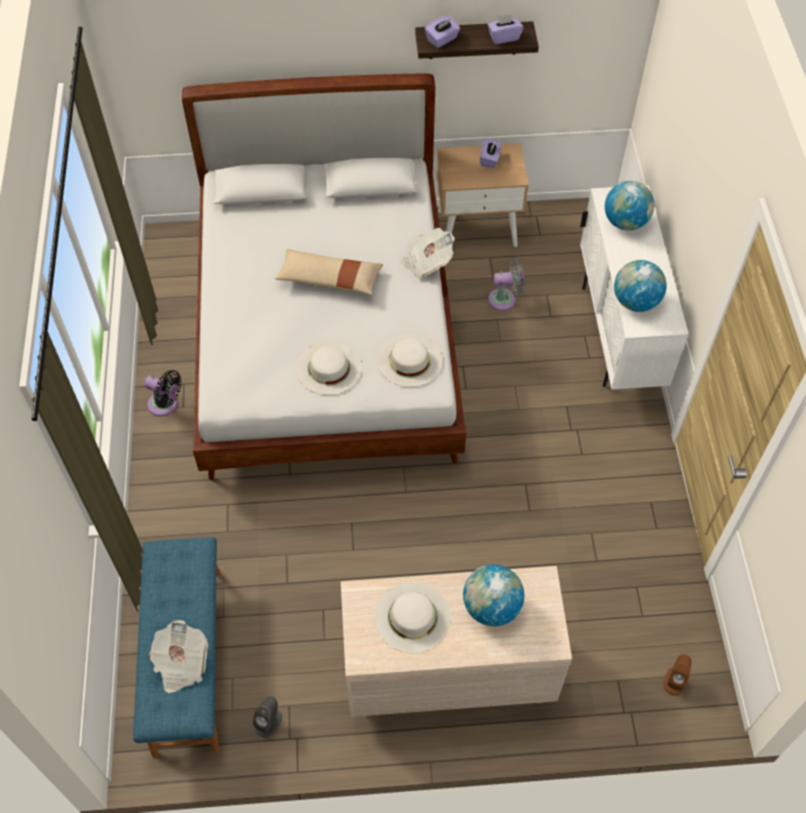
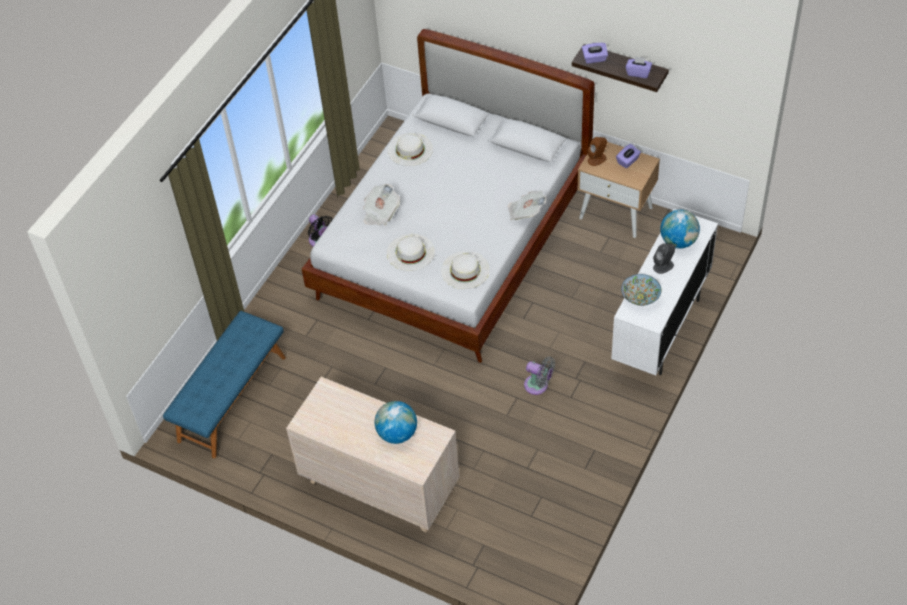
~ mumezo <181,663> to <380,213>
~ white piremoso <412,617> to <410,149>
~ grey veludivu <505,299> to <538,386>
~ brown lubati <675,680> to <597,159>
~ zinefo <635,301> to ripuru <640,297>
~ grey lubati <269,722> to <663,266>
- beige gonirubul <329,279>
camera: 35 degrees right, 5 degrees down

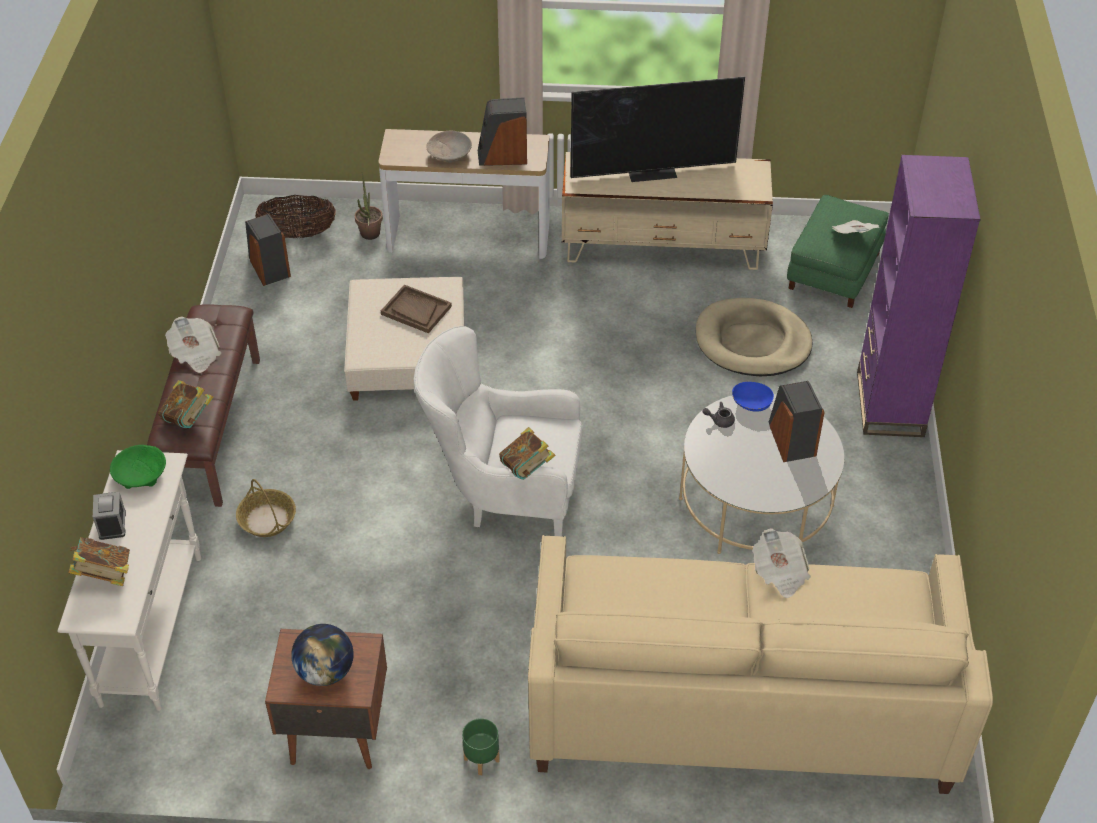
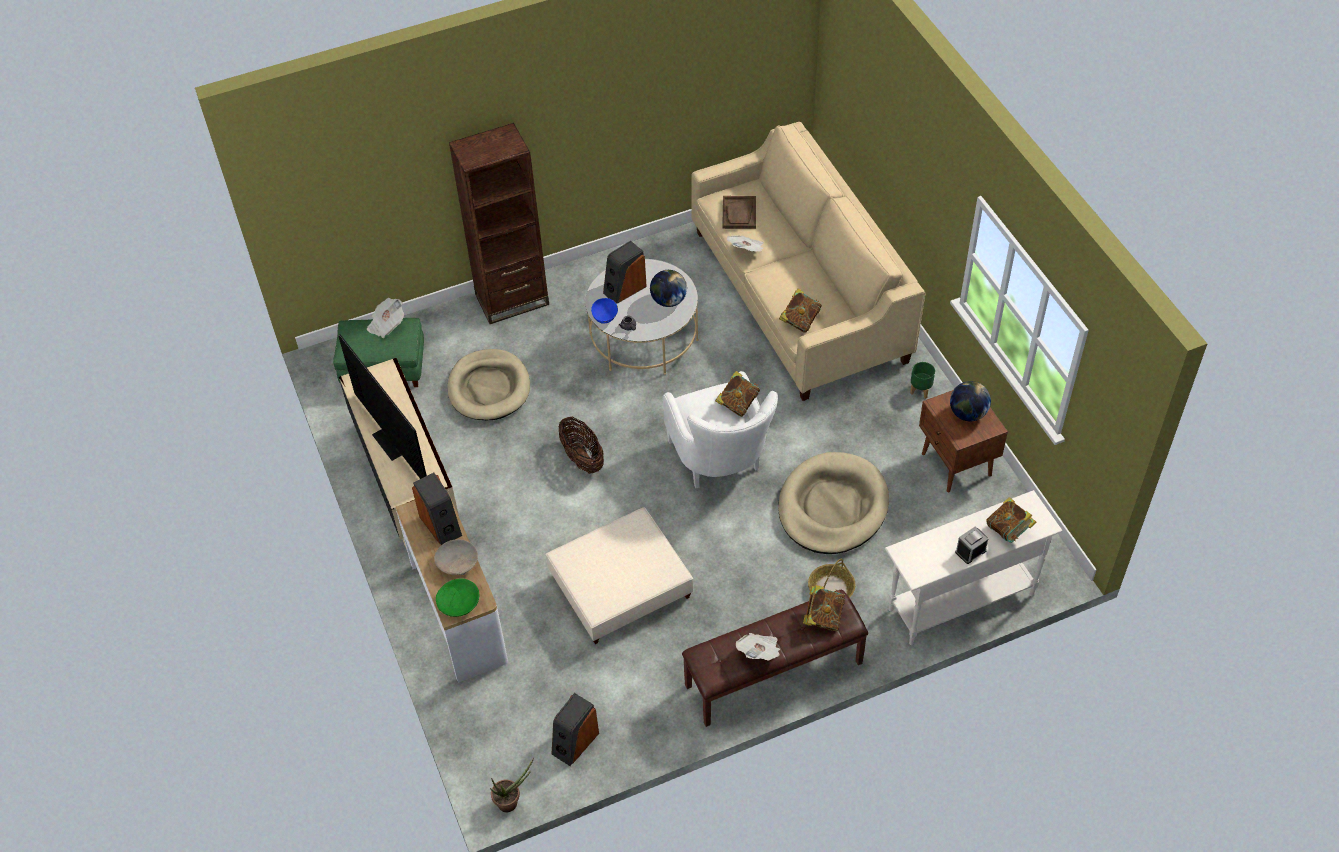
~ green ripuru <140,475> to <459,603>
~ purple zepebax <889,404> to brown zepebax <512,300>
~ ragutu <369,236> to <512,801>
~ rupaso <298,234> to <582,458>
+ zinefo <668,301>
~ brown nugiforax <416,310> to <739,213>
+ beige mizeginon <832,507>
+ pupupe <800,320>
camera: 115 degrees left, 5 degrees up

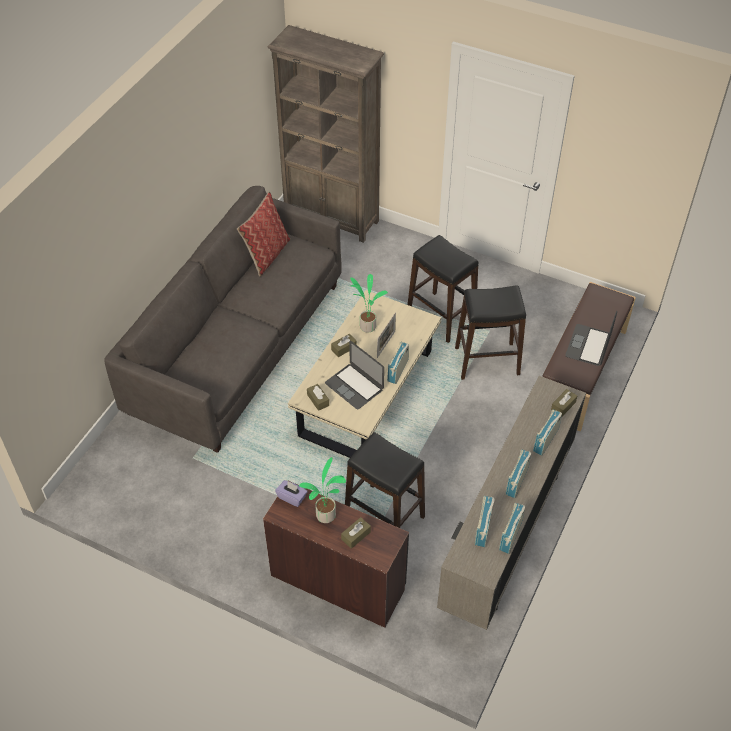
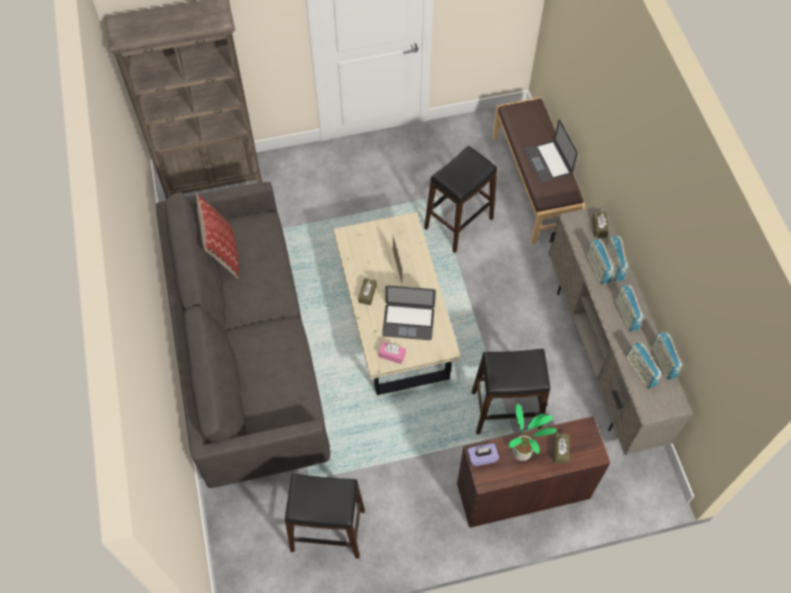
~ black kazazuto <441,317> to <328,530>
~ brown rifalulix <318,400> to pink rifalulix <392,355>
~ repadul <398,370> to <597,268>
- ragutu <367,326>
camera: 40 degrees left, 10 degrees up

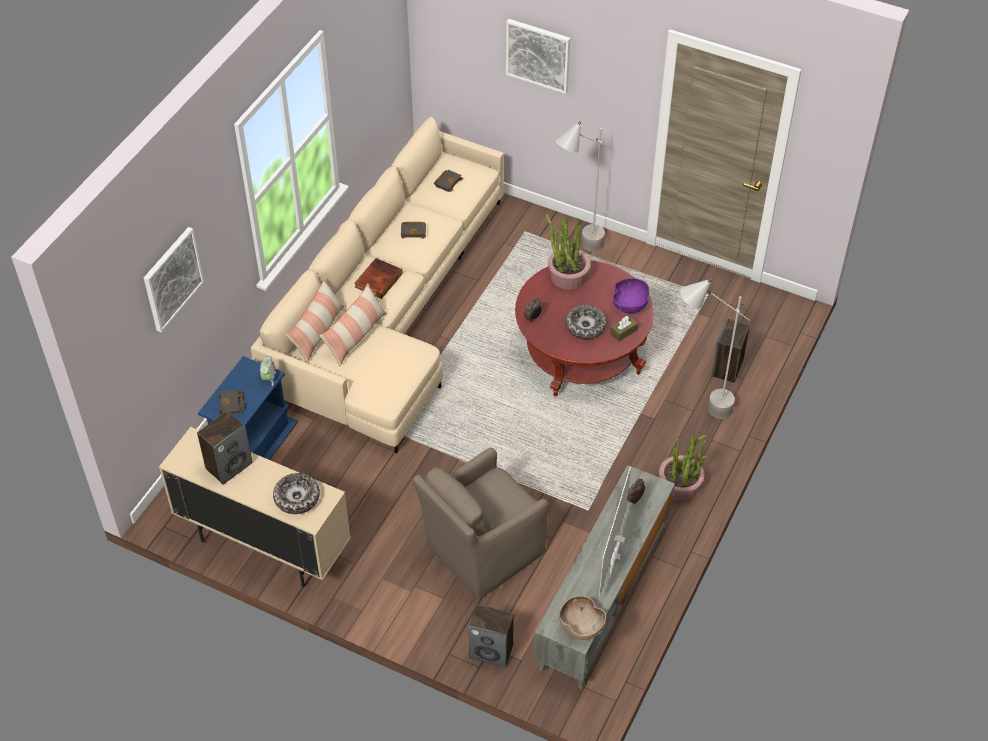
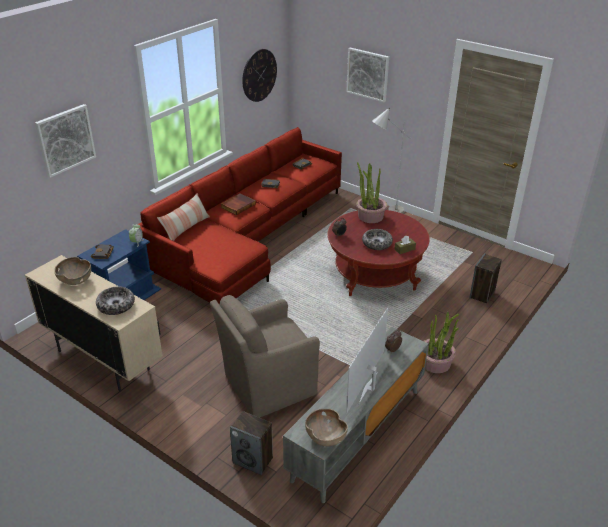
~ lubati <229,465> to brown ripuru <76,280>
~ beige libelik <389,312> to red libelik <247,238>
+ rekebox <259,75>
- gonirubul <355,336>
- purple ripuru <630,304>
- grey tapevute <699,410>
camera: 10 degrees right, 15 degrees down

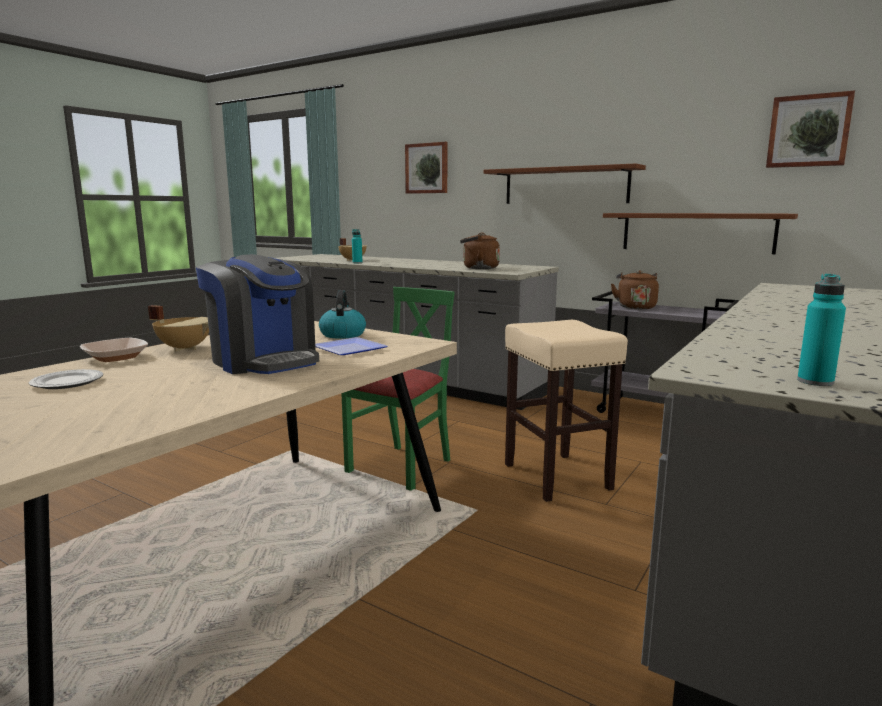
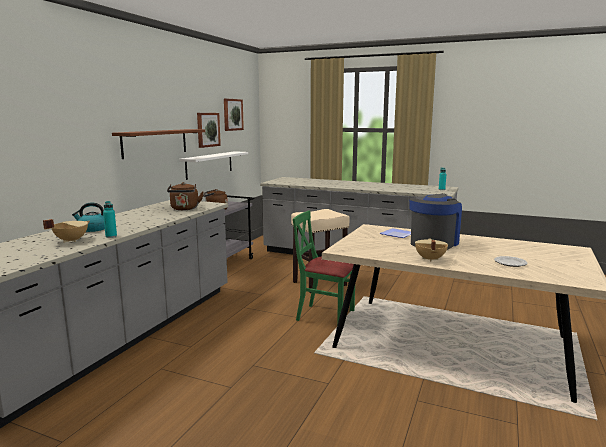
~ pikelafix <342,334> to <93,229>
~ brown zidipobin <696,232> to white zidipobin <209,164>
~ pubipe <427,168> to <207,129>
- ripuru <115,357>
camera: 100 degrees left, 0 degrees up

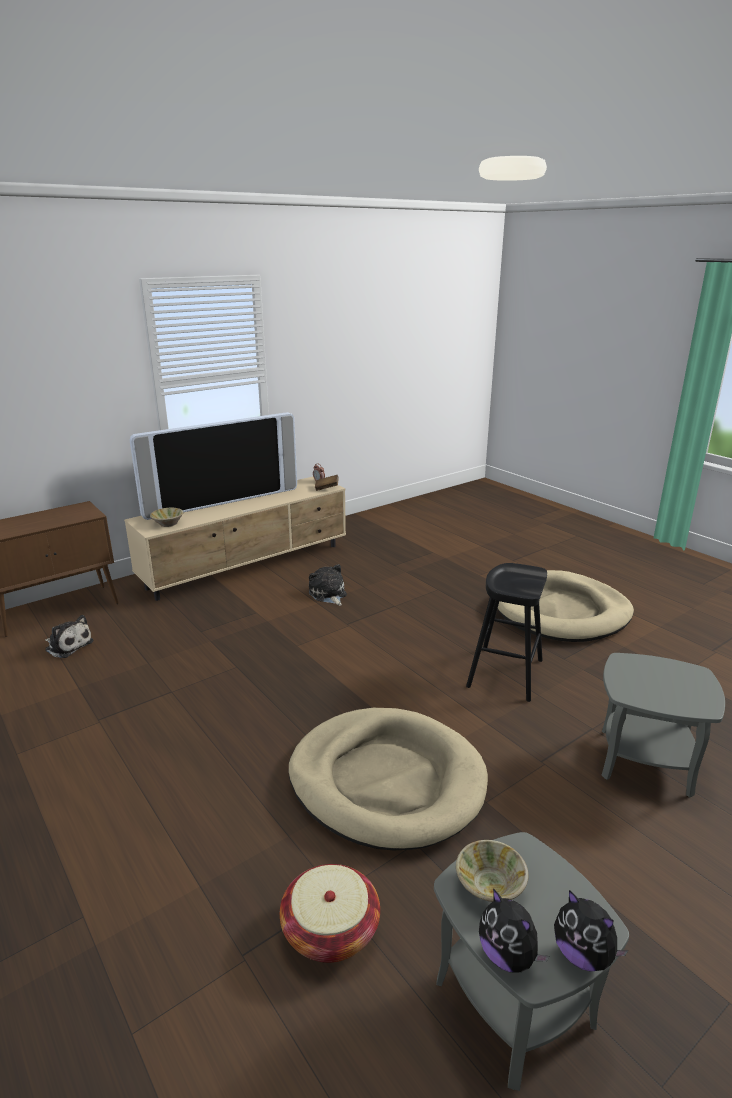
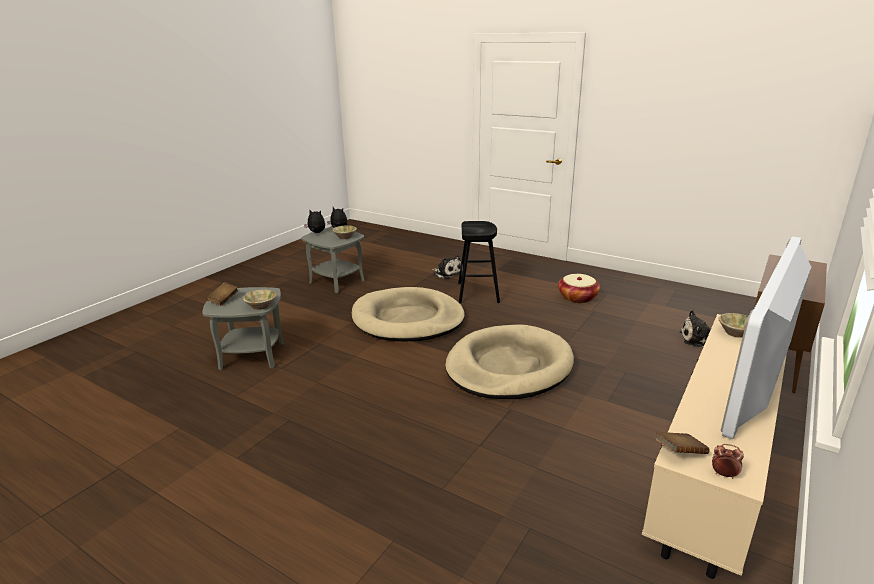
+ brown pupupe <223,300>
+ beige ripuru <261,306>
~ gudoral <328,594> to <447,273>
~ beige mizeginon <561,612> to <508,367>
~ black kazazuto <505,673> to <478,292>
~ rupaso <330,930> to <577,298>
camera: 160 degrees right, 0 degrees up

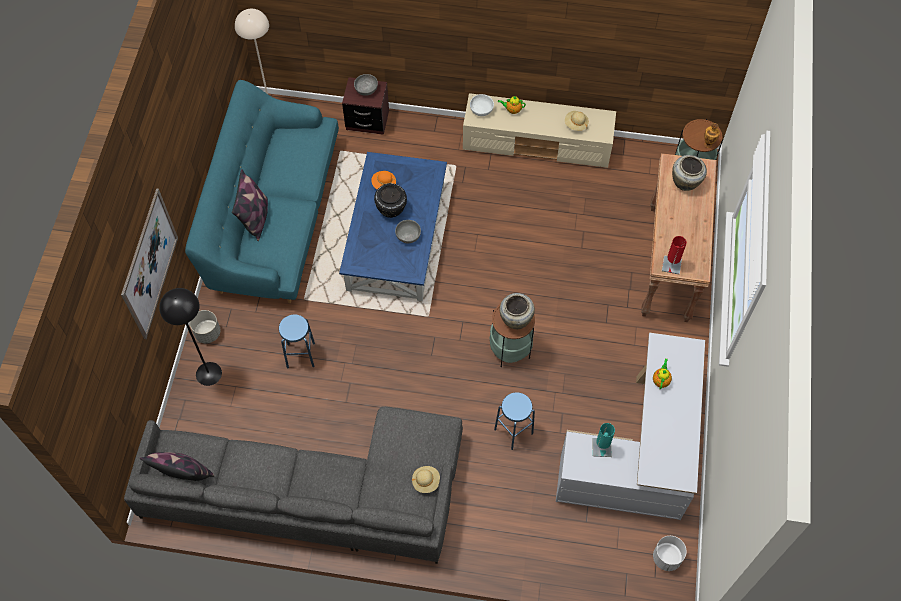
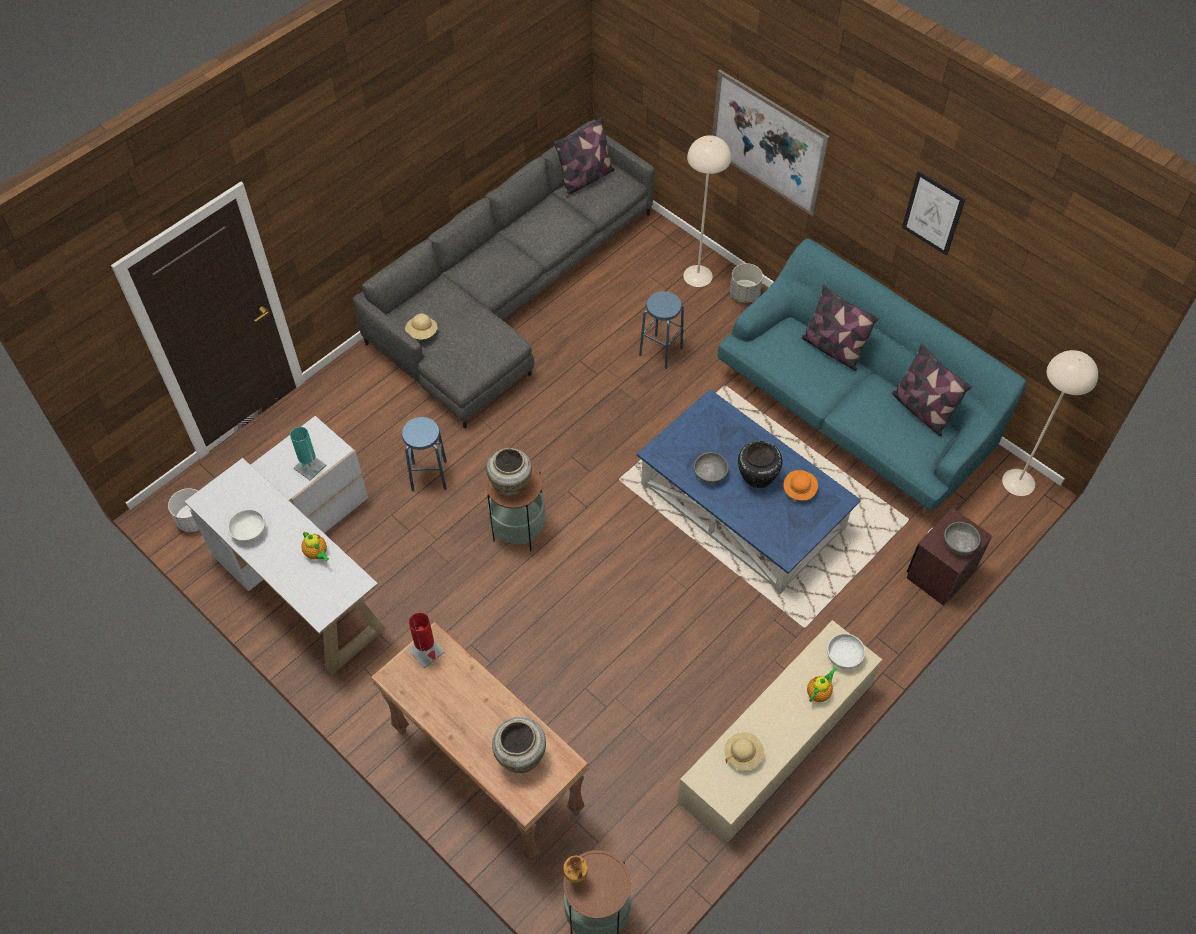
+ white ripuru <249,531>
~ black tapevute <208,373> to beige tapevute <698,276>
+ gonirubul <922,410>
+ pubipe <933,213>
camera: 125 degrees right, 5 degrees down

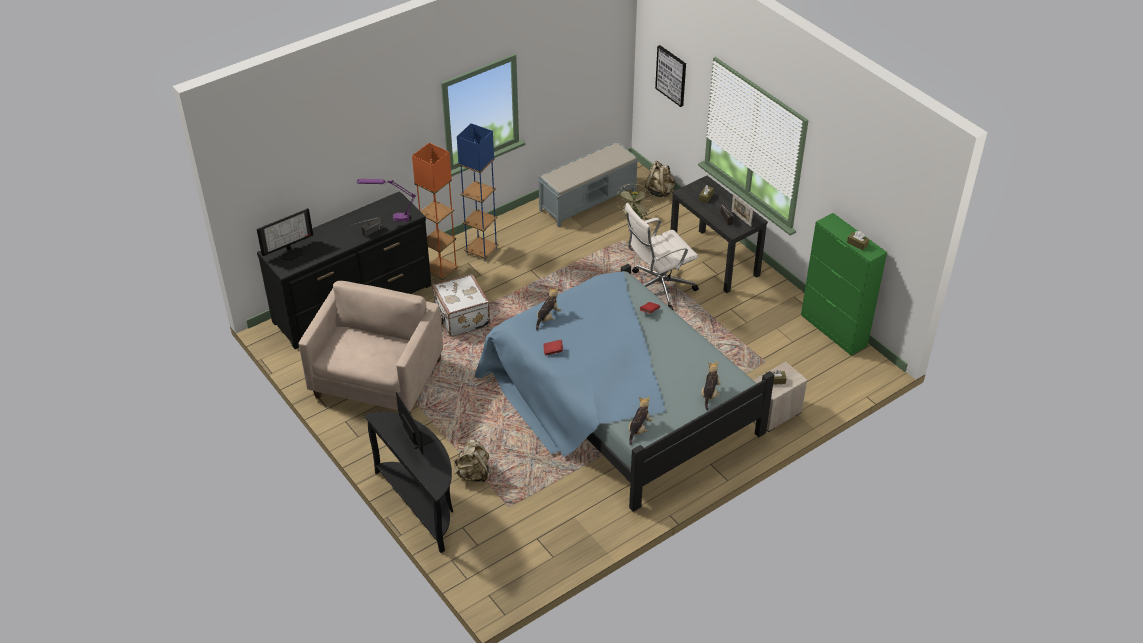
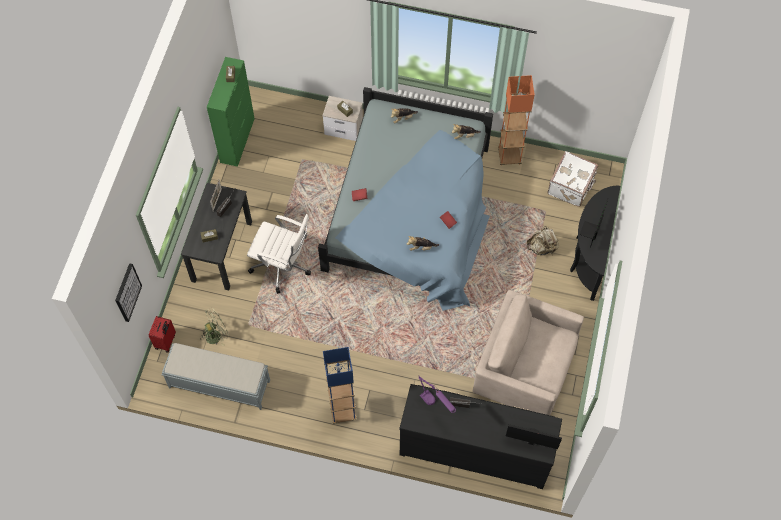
~ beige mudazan <659,191> to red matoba <166,341>
~ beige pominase <377,378> = <524,368> 45 degrees clockwise
~ orange tapevute <441,271> to <509,156>
~ white matoba <461,318> to <571,186>
camera: 130 degrees left, 20 degrees up

